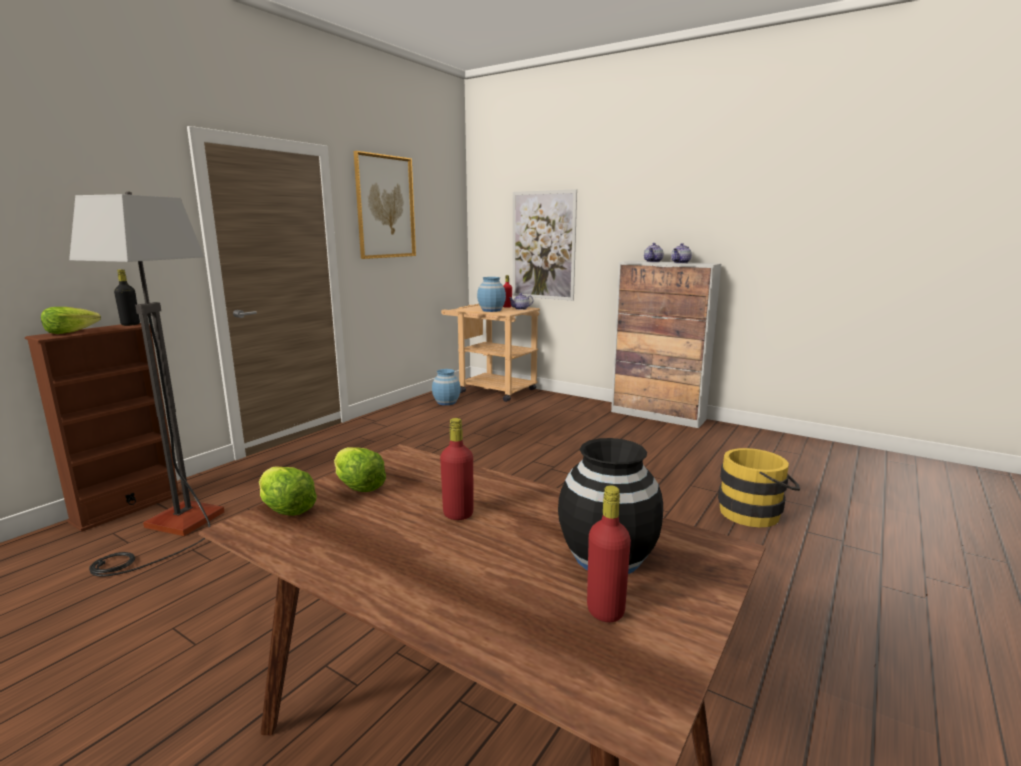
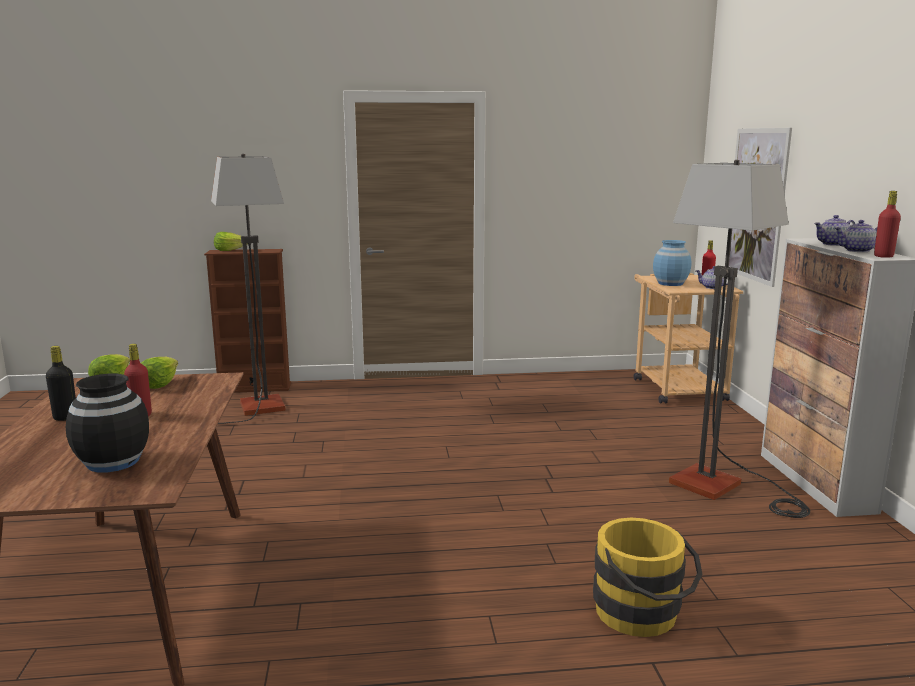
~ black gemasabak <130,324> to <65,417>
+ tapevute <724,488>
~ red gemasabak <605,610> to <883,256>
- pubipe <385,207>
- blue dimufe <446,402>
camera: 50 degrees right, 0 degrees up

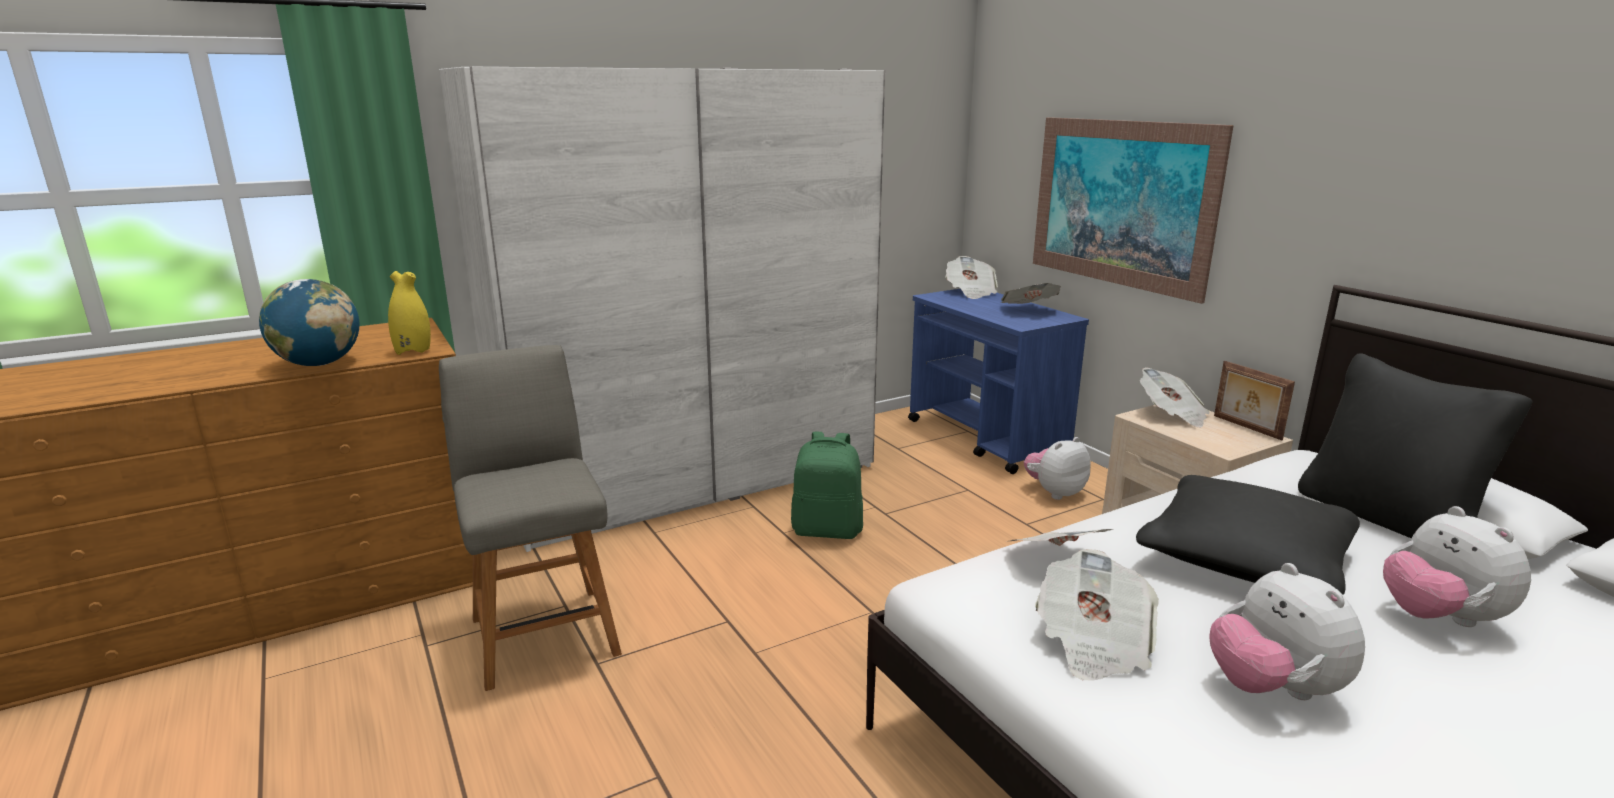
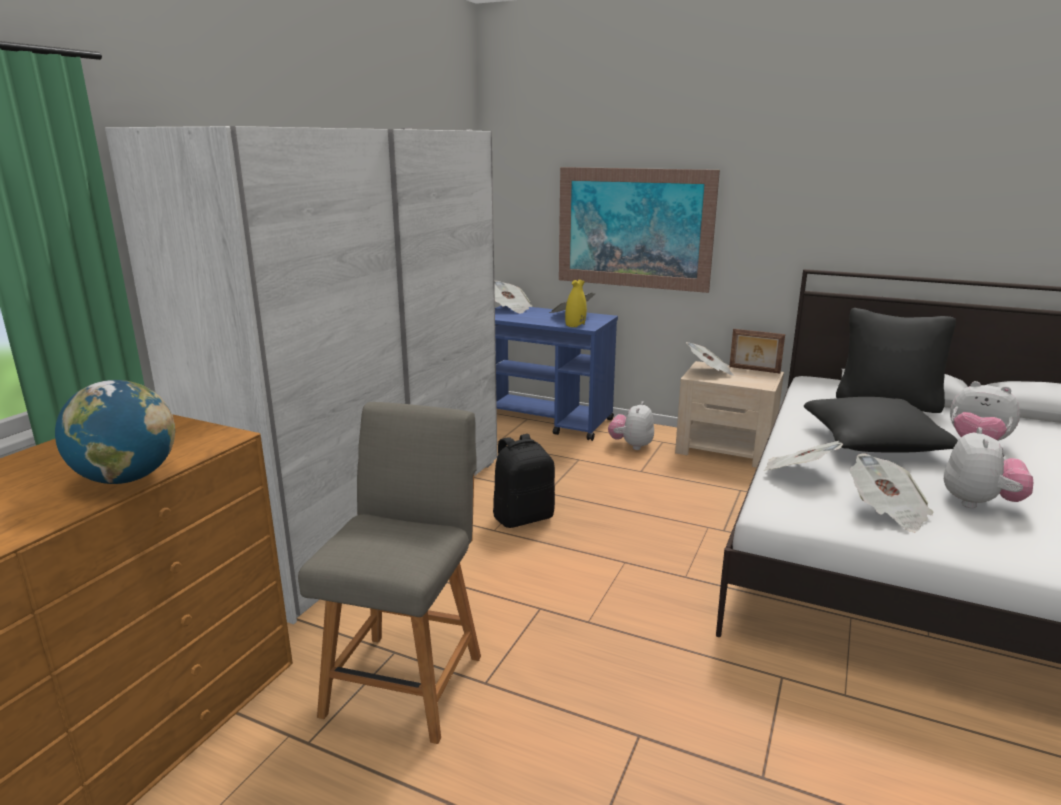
~ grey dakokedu <544,632> = <406,681> 75 degrees clockwise
~ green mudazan <827,530> to black mudazan <523,517>
~ yellow dimufe <413,351> to <575,325>
~ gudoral <1273,689> = <979,503> 105 degrees counterclockwise
camera: 35 degrees left, 0 degrees up

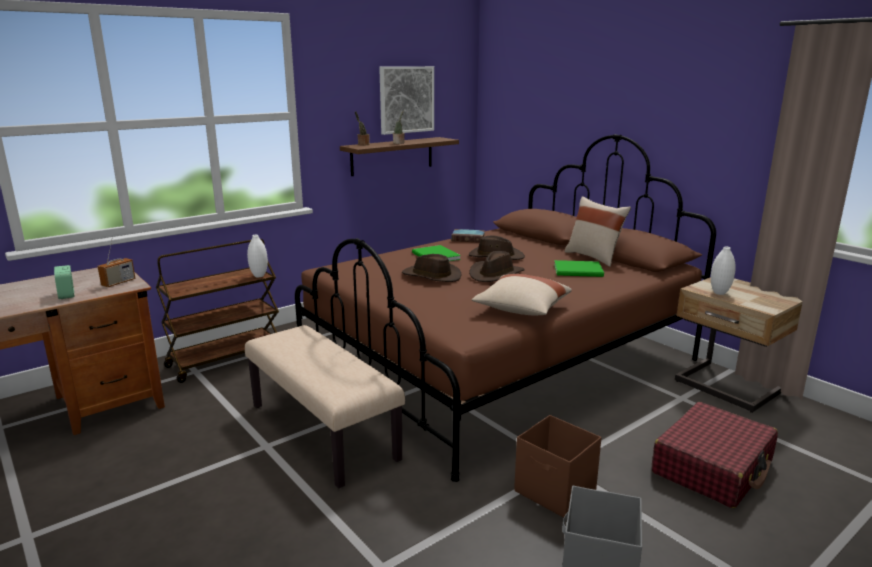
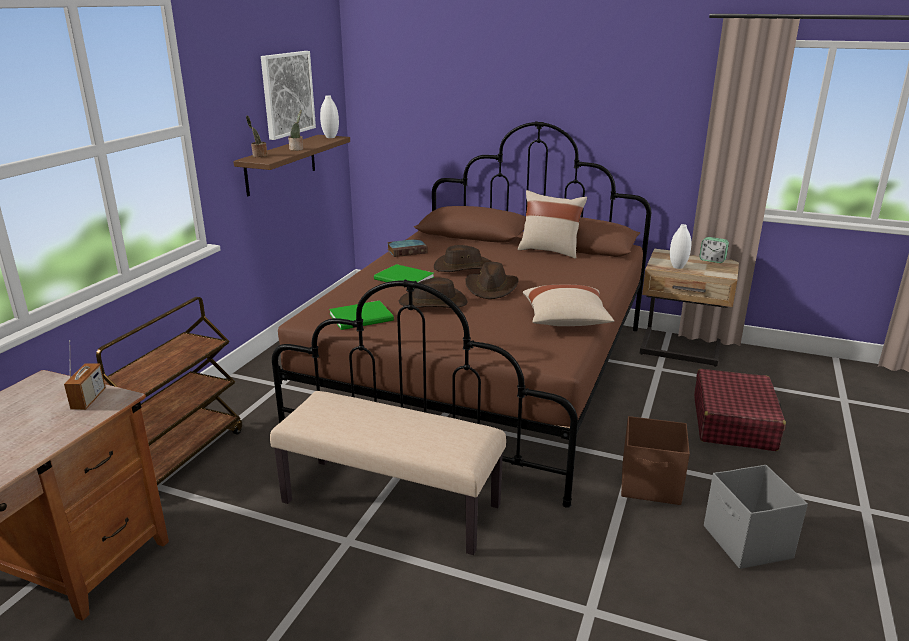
~ white dimufe <259,276> to <330,137>
~ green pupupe <579,271> to <363,317>
~ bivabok <67,295> to <712,260>
camera: 30 degrees left, 5 degrees up

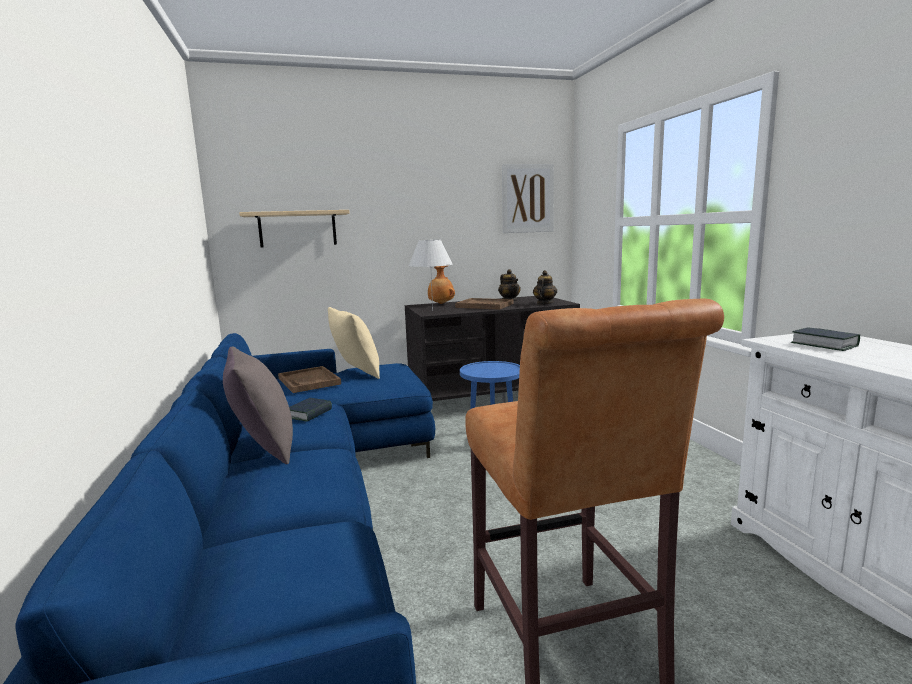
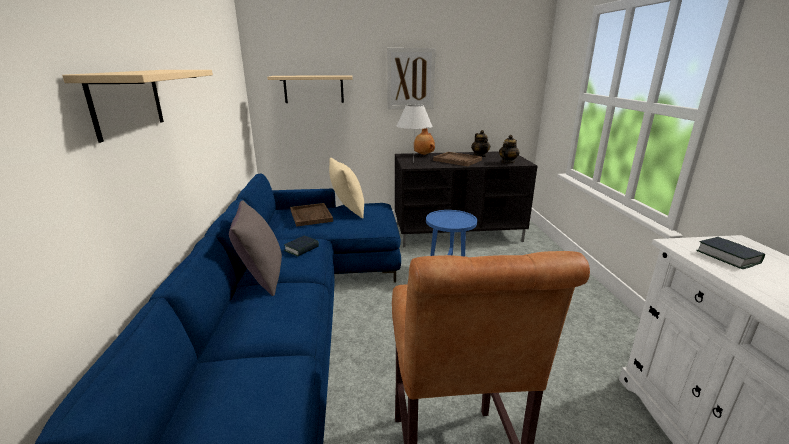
+ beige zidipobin <127,102>
~ pubipe <527,198> to <410,79>
camera: 10 degrees right, 10 degrees up

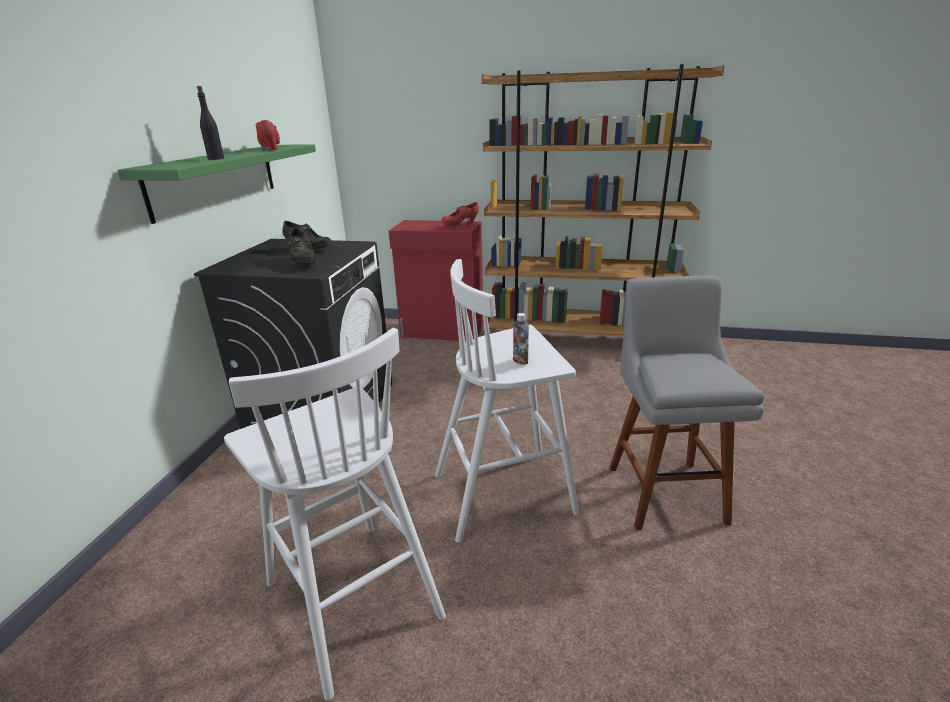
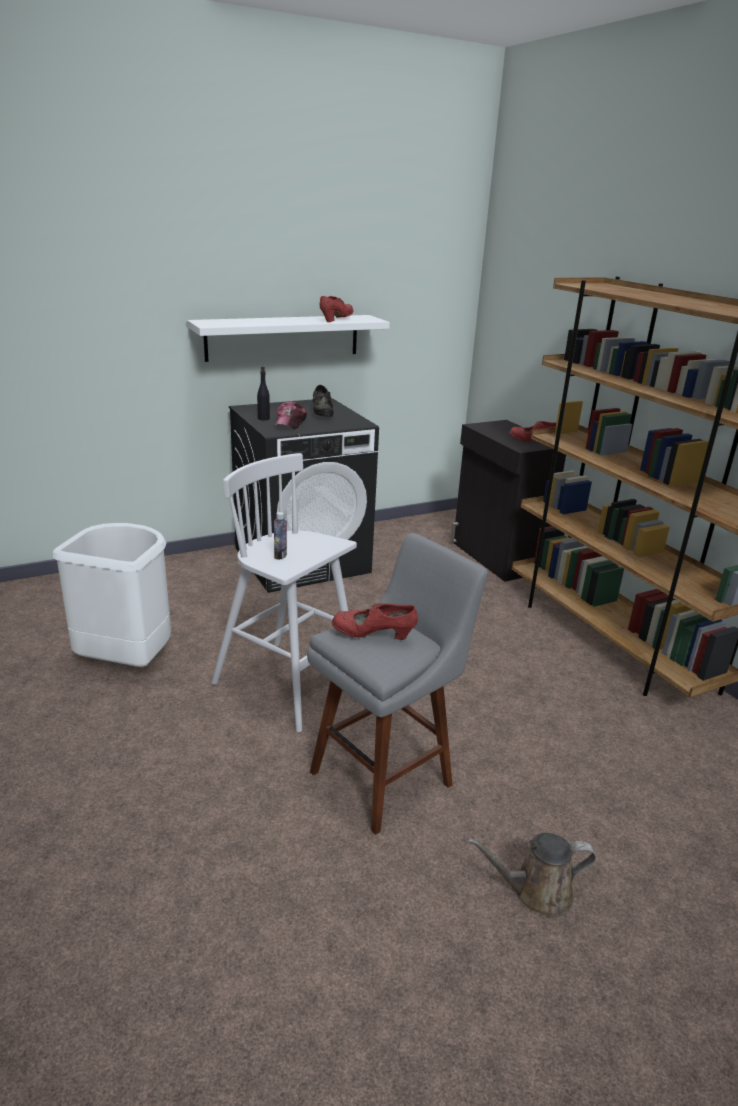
~ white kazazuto <351,597> to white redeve <128,662>
~ green zidipobin <215,179> to white zidipobin <283,337>
~ black gemasabak <216,158> to <263,418>
~ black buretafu <303,263> to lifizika <290,423>
+ red buretafu <373,636>
~ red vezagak <442,331> to black vezagak <496,557>
+ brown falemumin <535,892>
camera: 50 degrees right, 0 degrees up

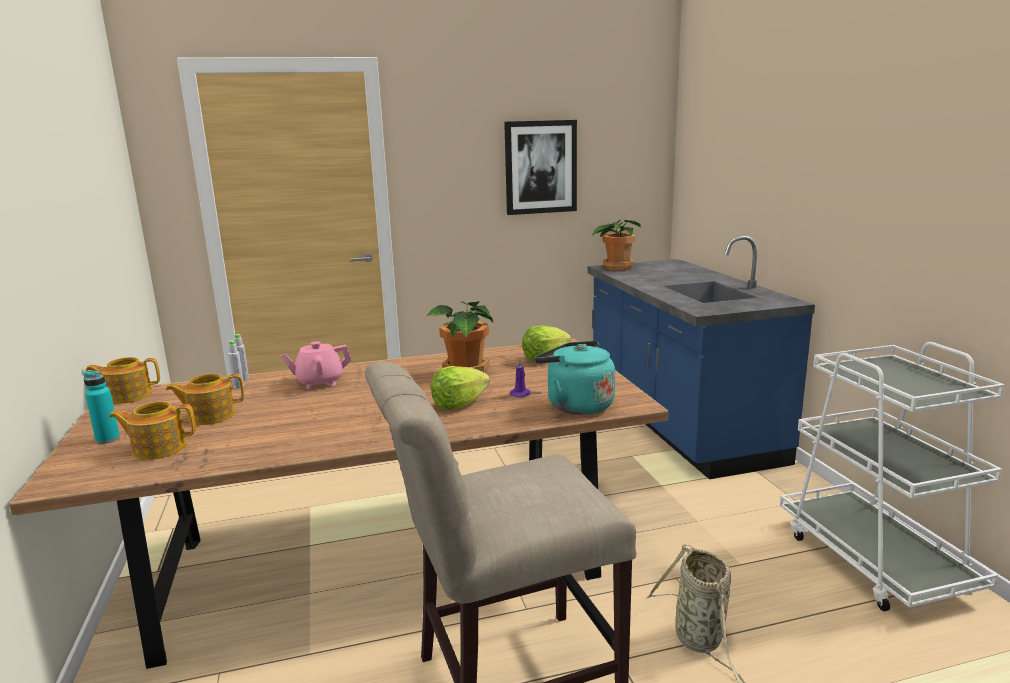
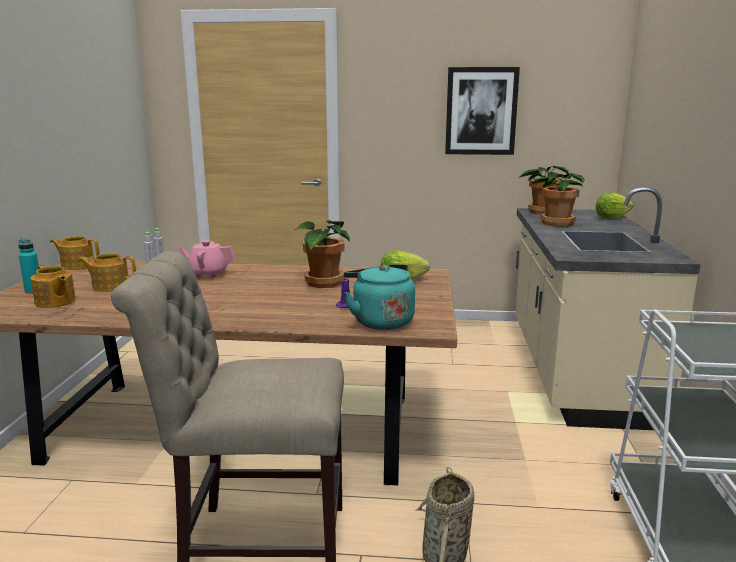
~ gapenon <158,448> = <55,302> 150 degrees counterclockwise
~ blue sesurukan <678,423> to beige sesurukan <576,371>
+ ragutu <556,223>
~ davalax <459,404> to <611,217>
camera: 20 degrees right, 0 degrees up

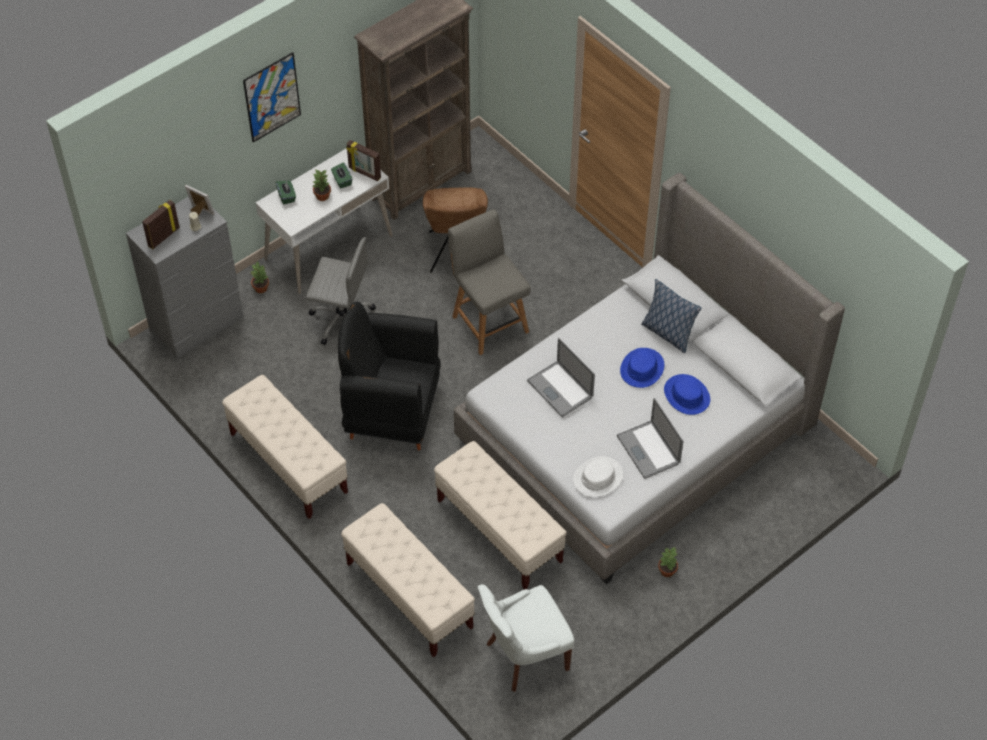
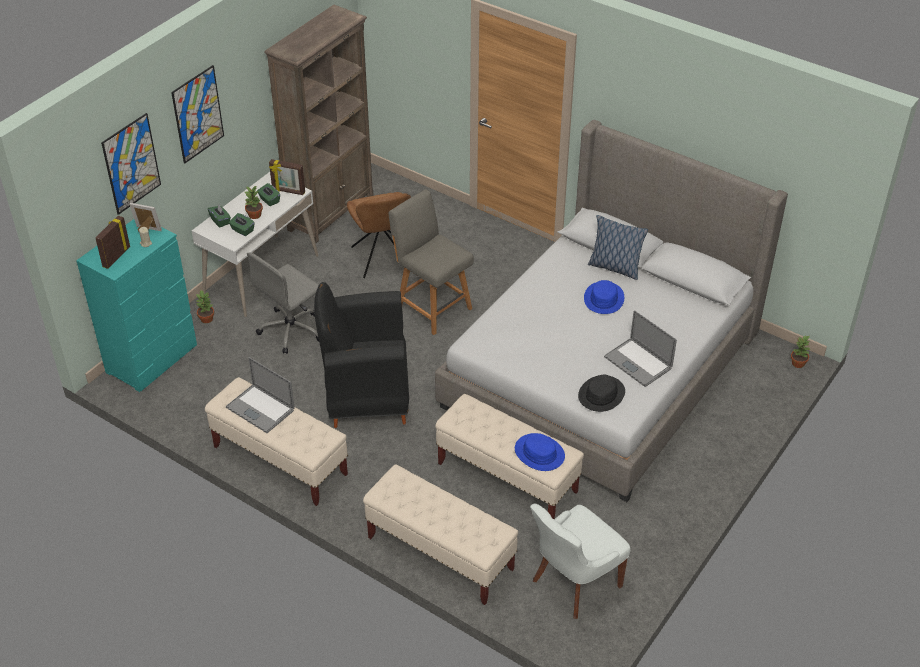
~ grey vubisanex <197,323> to turquoise vubisanex <152,359>
+ pubipe <131,163>
~ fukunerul <560,389> to <260,408>
+ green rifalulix <242,230>
~ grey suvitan <341,319> = <292,330> 135 degrees clockwise
~ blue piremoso <686,395> to <539,453>
~ white piremoso <598,477> to black piremoso <601,394>
~ ragutu <667,571> to <798,363>
camera: 15 degrees left, 10 degrees down

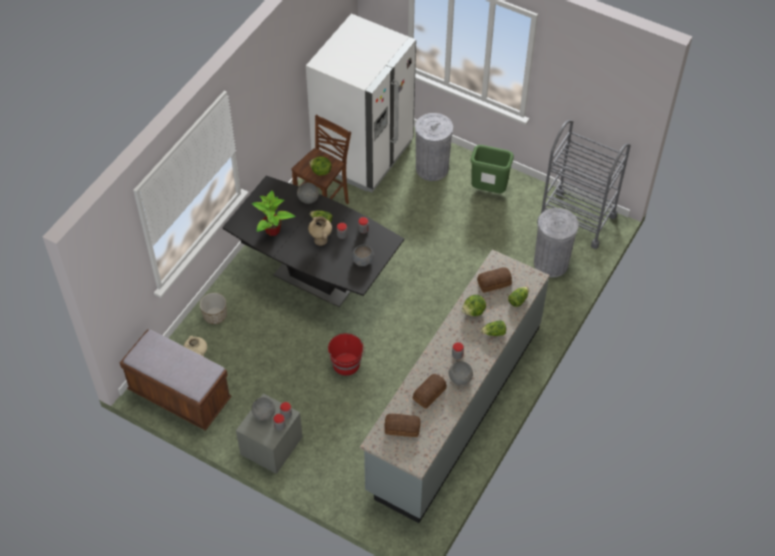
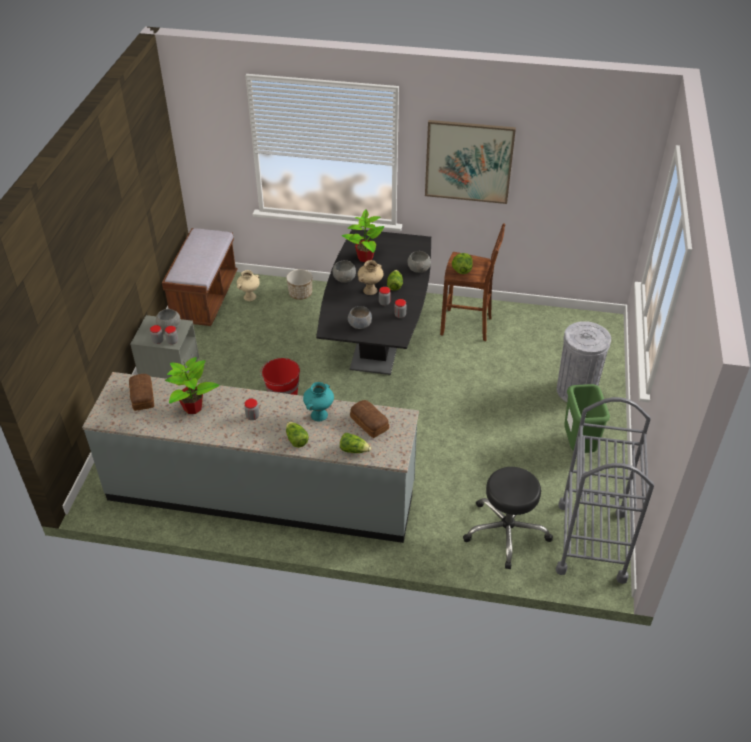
~ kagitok <430,394> to ragutu <193,407>
~ davalax <473,311> to turquoise dimufe <319,415>
~ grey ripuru <460,378> to <344,278>
+ pubipe <468,161>
~ grey redeve <551,263> to black kazazuto <506,531>
- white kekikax <363,154>
camera: 70 degrees right, 10 degrees down

